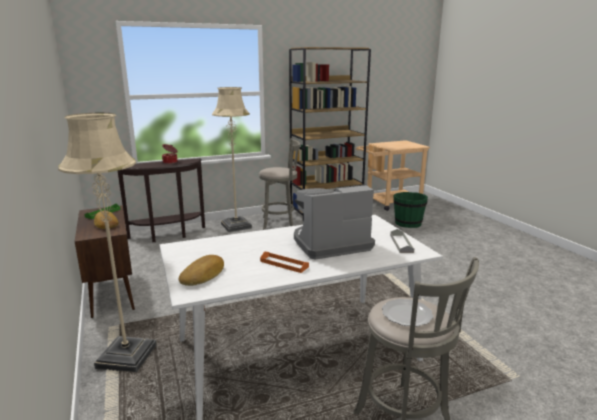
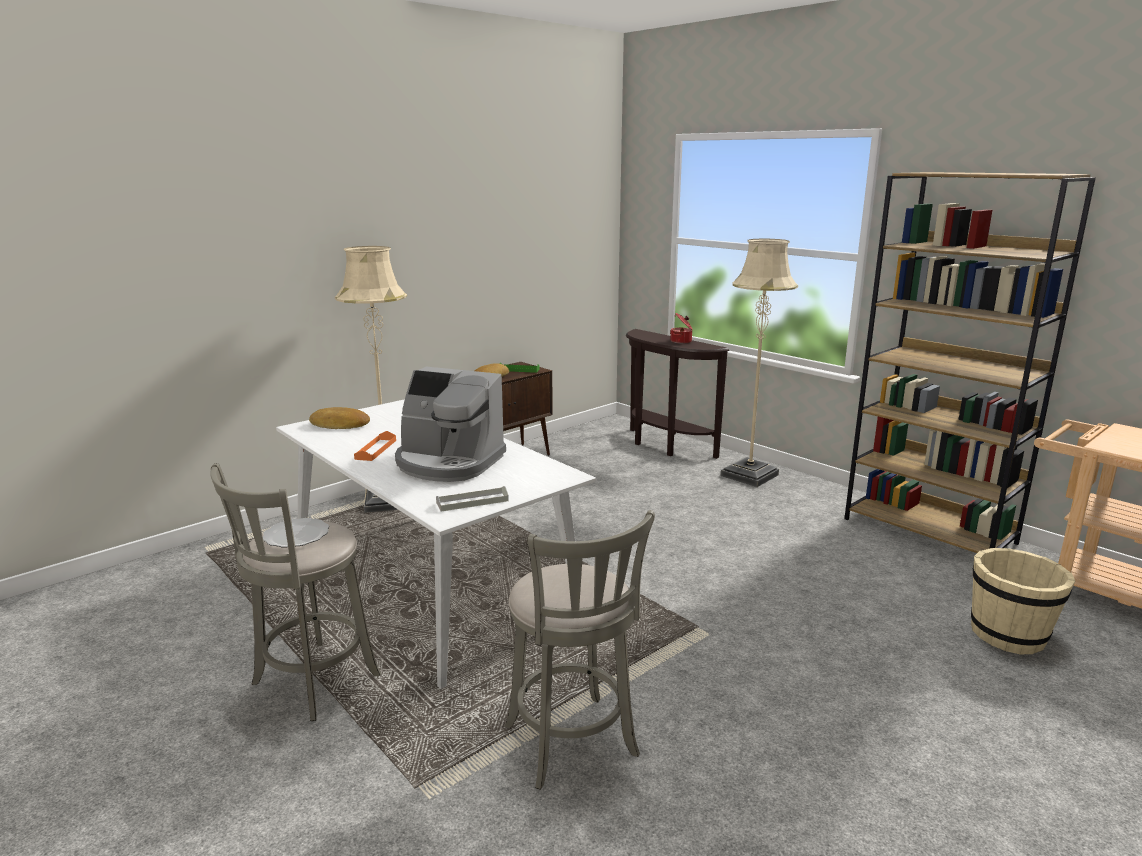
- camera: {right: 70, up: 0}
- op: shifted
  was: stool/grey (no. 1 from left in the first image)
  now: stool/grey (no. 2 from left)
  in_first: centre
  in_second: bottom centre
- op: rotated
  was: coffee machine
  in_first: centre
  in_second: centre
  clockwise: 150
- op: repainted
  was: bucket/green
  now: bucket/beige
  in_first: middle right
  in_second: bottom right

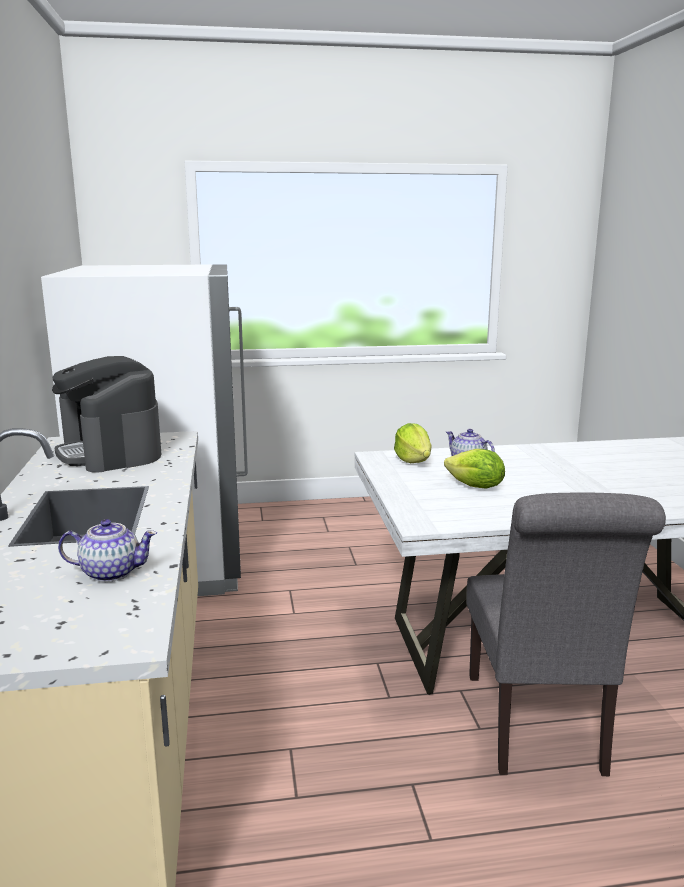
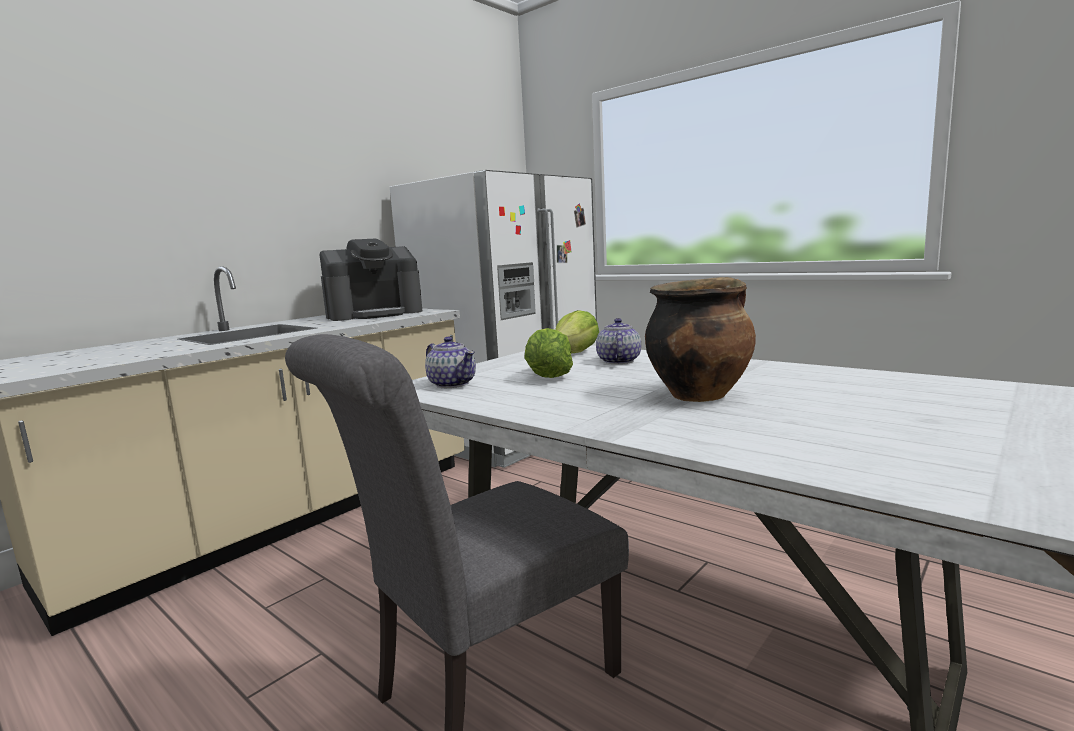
- camera: {right: 50, up: -5}
- op: rotated
  was: coffee machine
  in_first: middle left
  in_second: centre
  clockwise: -135
- op: shifted
  was: teapot (no. 1 from left)
  in_first: middle left
  in_second: centre
- op: new
  now: cooking pot
  in_second: centre

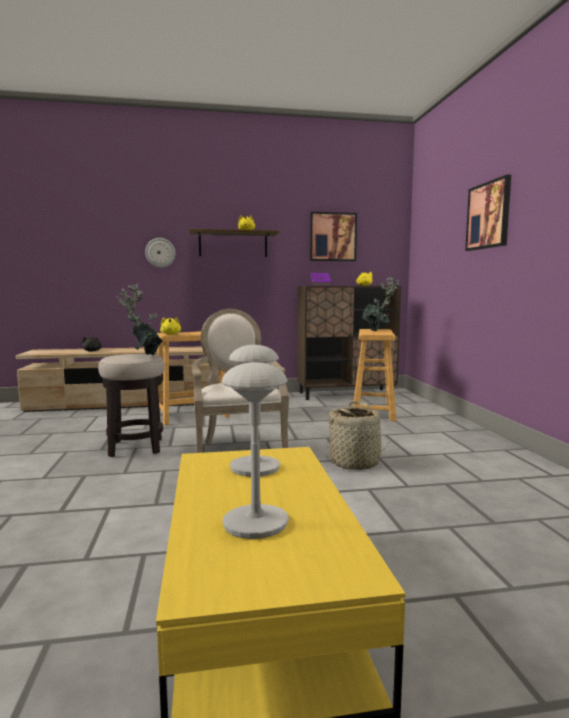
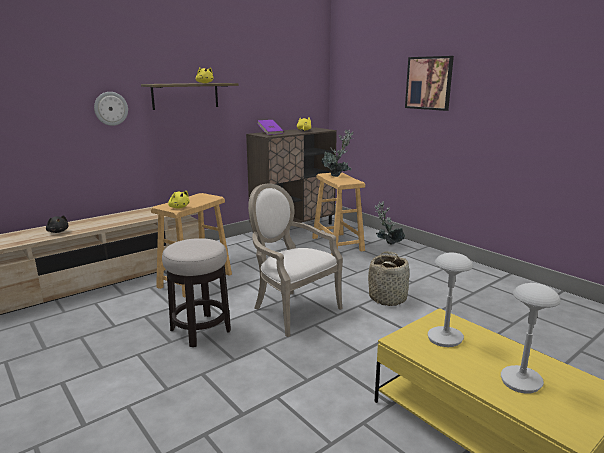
- camera: {right: -30, up: 10}
- op: gone
  was: picture (no. 1 from left)
  in_first: top centre
- op: shifted
  was: potted plant (no. 1 from left in the first image)
  now: potted plant (no. 2 from left)
  in_first: middle left
  in_second: centre

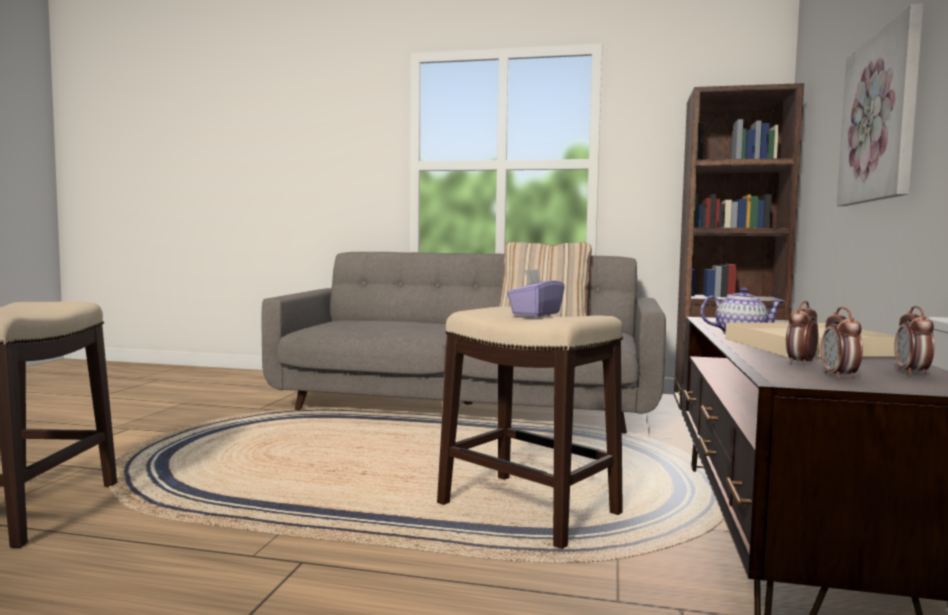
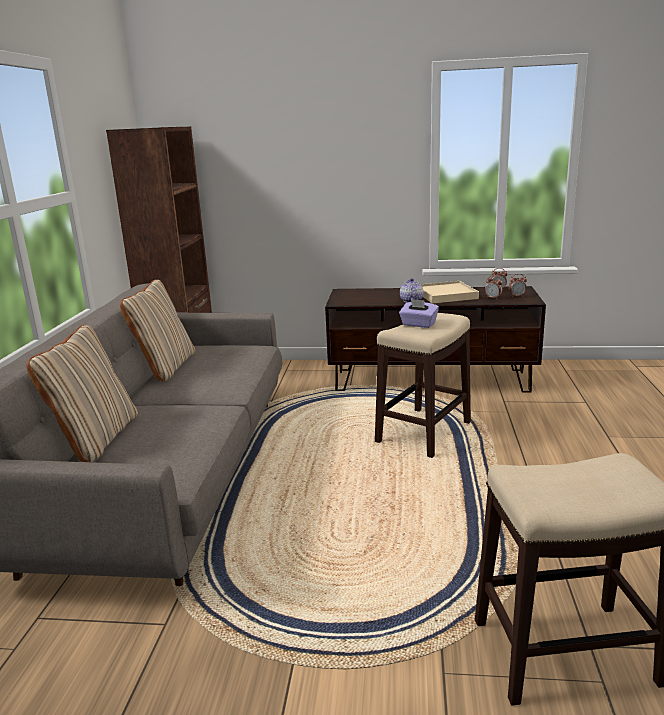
- camera: {right: -95, up: 15}
- op: gone
  was: picture
  in_first: top right
- op: new
  now: pillow/beige (no. 1 from left)
  in_second: middle left

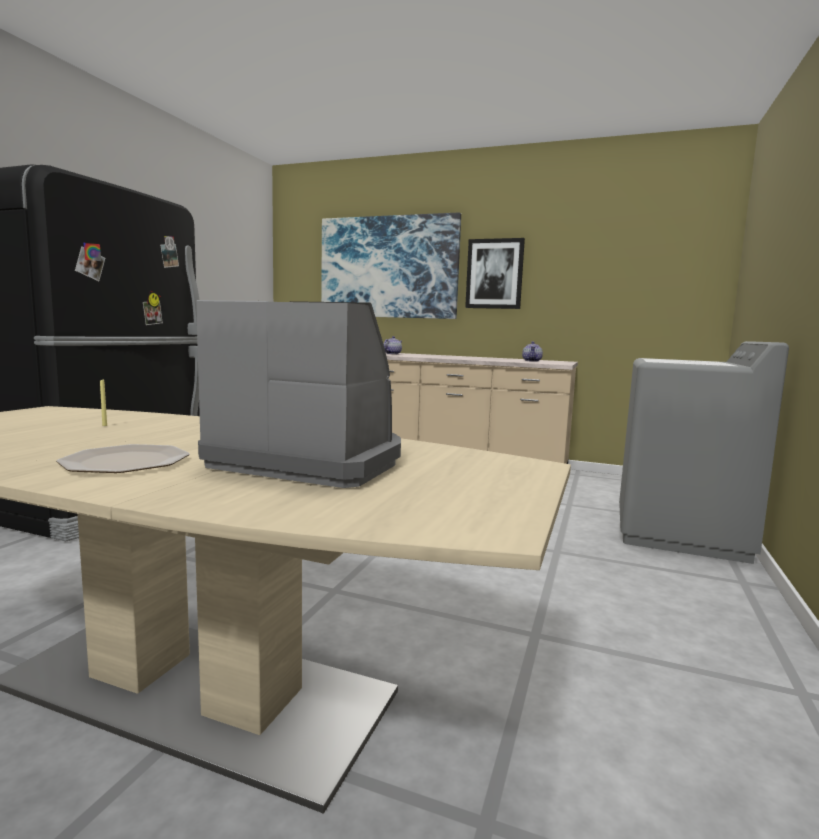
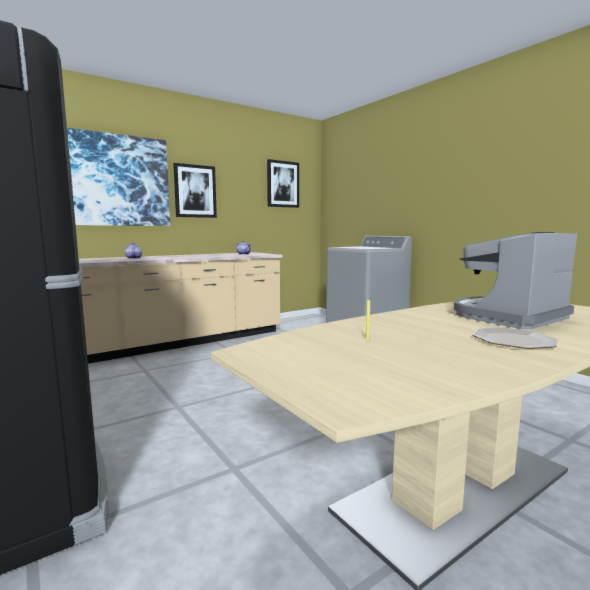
- camera: {right: -55, up: 0}
- op: new
  now: picture (no. 3 from left)
  in_second: top centre

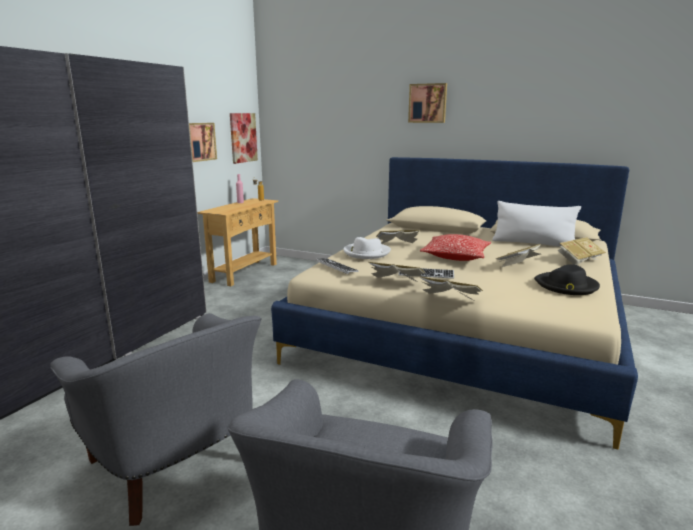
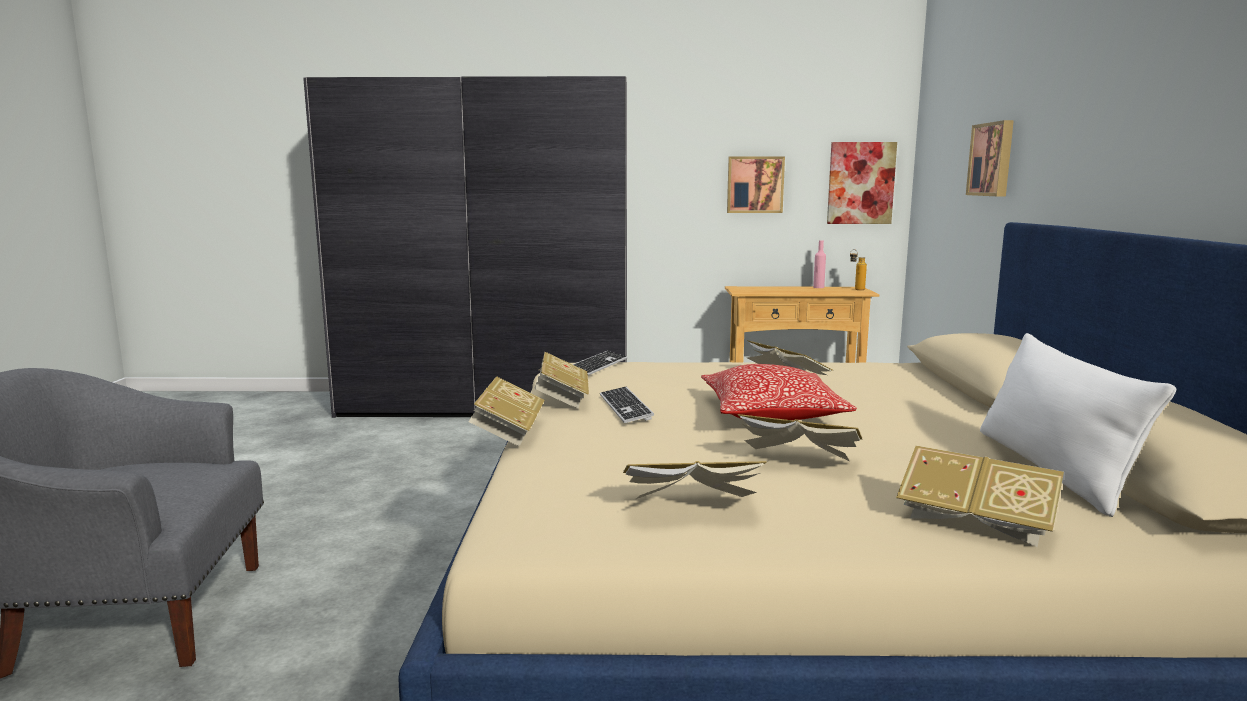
- camera: {right: 65, up: -5}
- op: shifted
  was: picture (no. 3 from left)
  in_first: top centre
  in_second: top right
- op: gone
  was: hat/white
  in_first: centre
- op: swapped
  was: hat/black
  now: book (no. 3 from left)
  in_first: middle right
  in_second: bottom centre
- op: gone
  was: armchair/grey (no. 1 from left)
  in_first: bottom left

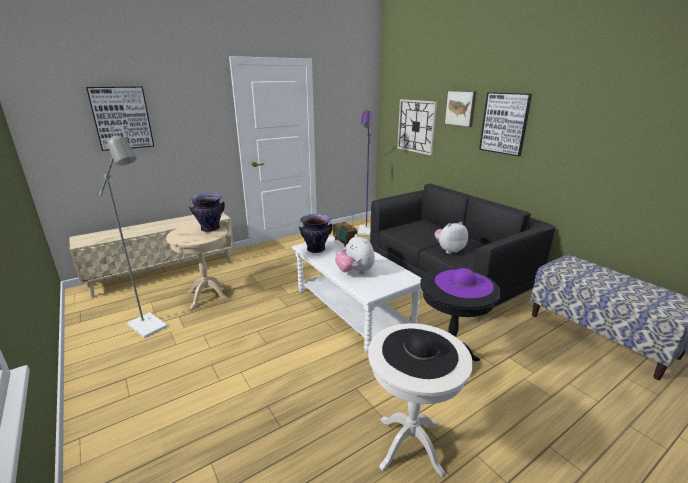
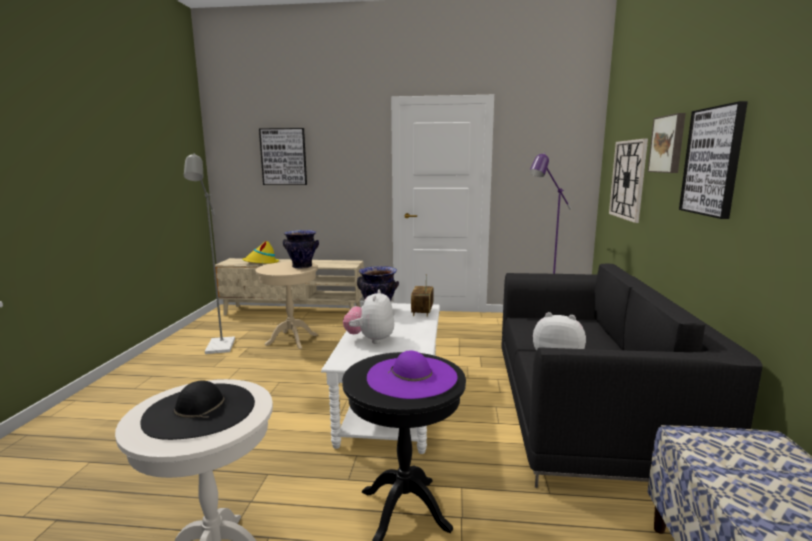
- camera: {right: 40, up: -10}
- op: new
  now: hat/yellow
  in_second: middle left

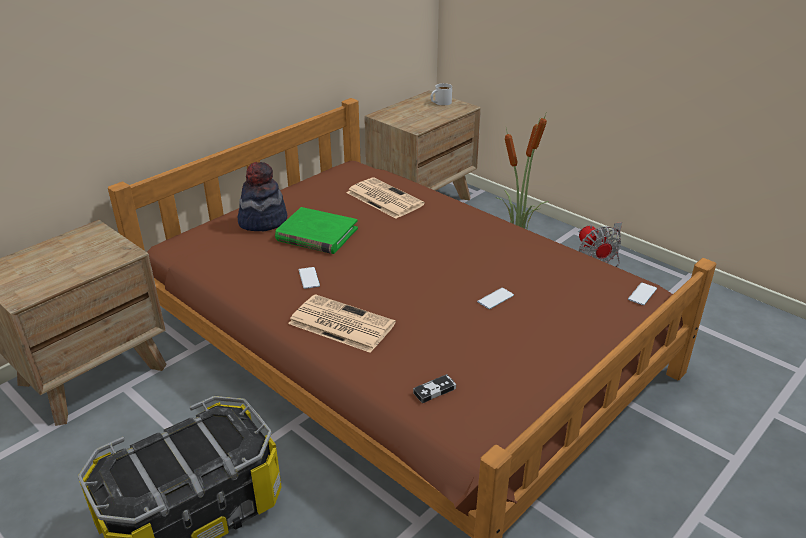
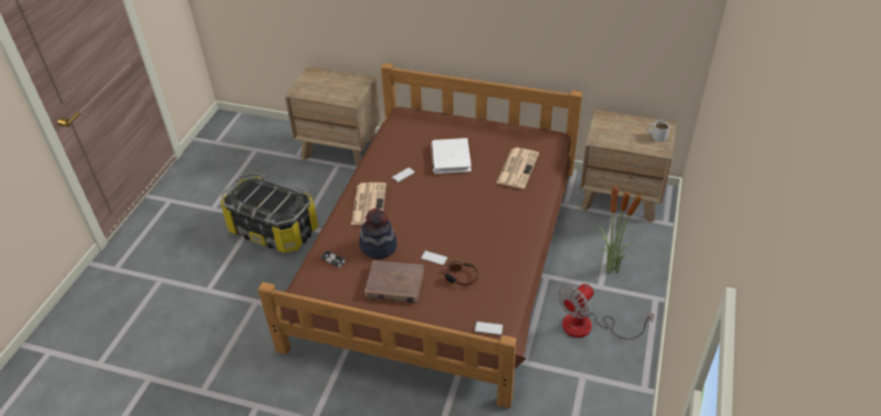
- camera: {right: 65, up: 10}
- op: shifted
  was: hat
  in_first: middle left
  in_second: centre
- op: repainted
  was: book/green
  now: book/white
  in_first: centre
  in_second: centre
- op: new
  now: book/brown
  in_second: bottom centre
- op: new
  now: headphones
  in_second: centre

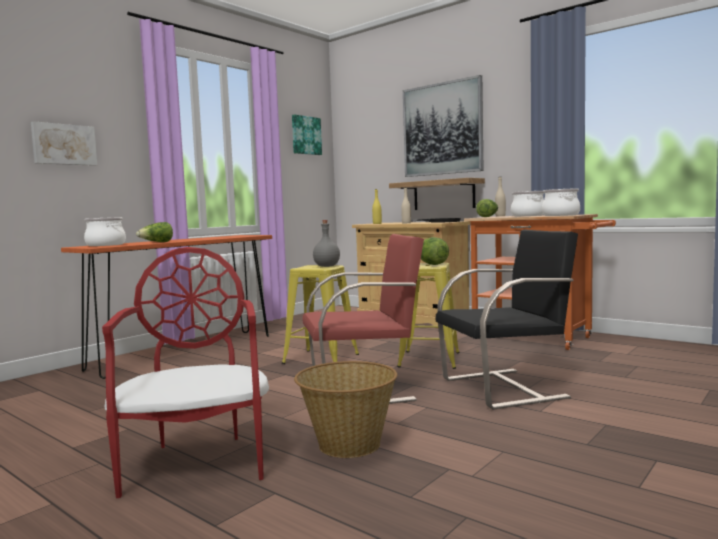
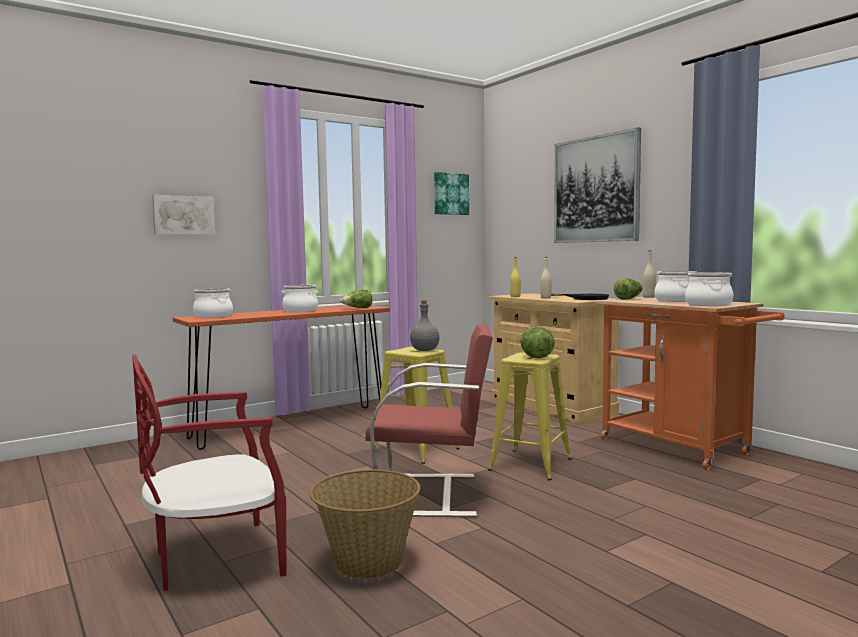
- camera: {right: 15, up: 0}
- op: gone
  was: shelf
  in_first: centre
- op: shifted
  was: lettuce (no. 1 from left)
  in_first: middle left
  in_second: centre
- op: gone
  was: chair/black
  in_first: middle right
- op: rotated
  was: chair/red (no. 1 from left)
  in_first: bottom left
  in_second: bottom left
  clockwise: -120
- op: new
  now: cooking pot (no. 2 from left)
  in_second: centre

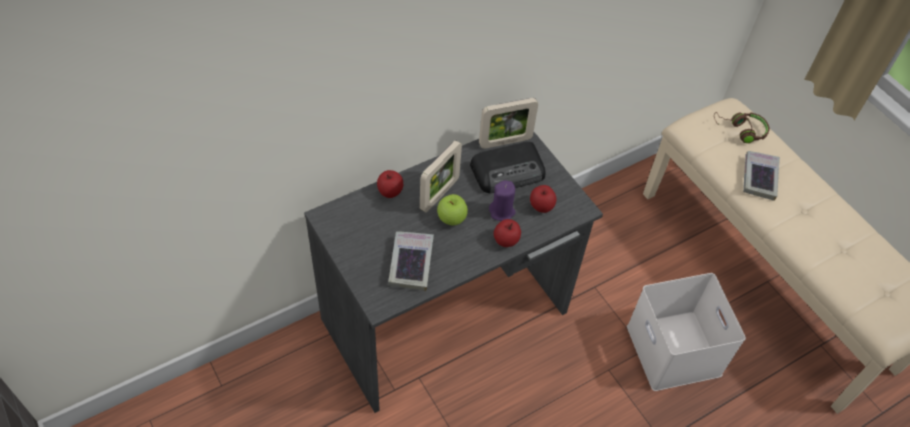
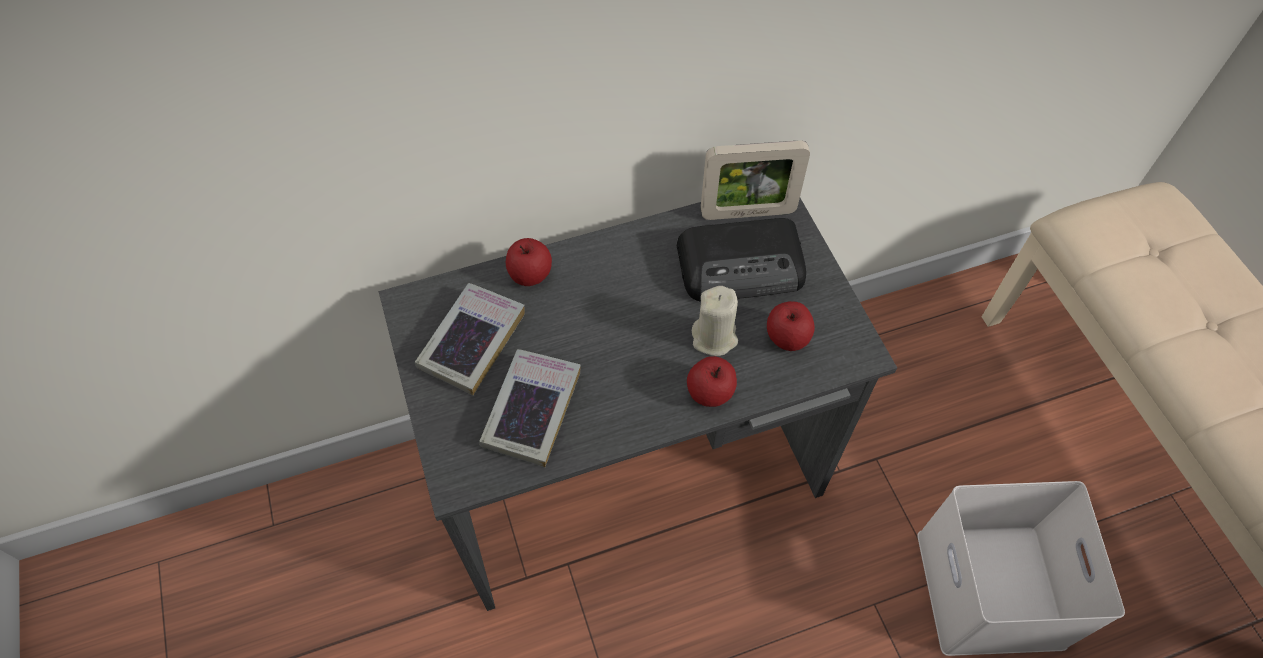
- camera: {right: 15, up: 5}
- op: gone
  was: headphones/brown
  in_first: top right
- op: gone
  was: picture frame (no. 1 from left)
  in_first: centre
- op: shifted
  was: book (no. 2 from left in the first image)
  now: book (no. 1 from left)
  in_first: middle right
  in_second: centre
- op: repainted
  was: candle/purple
  now: candle/beige
  in_first: centre
  in_second: centre
- op: gone
  was: apple (no. 2 from left)
  in_first: centre

